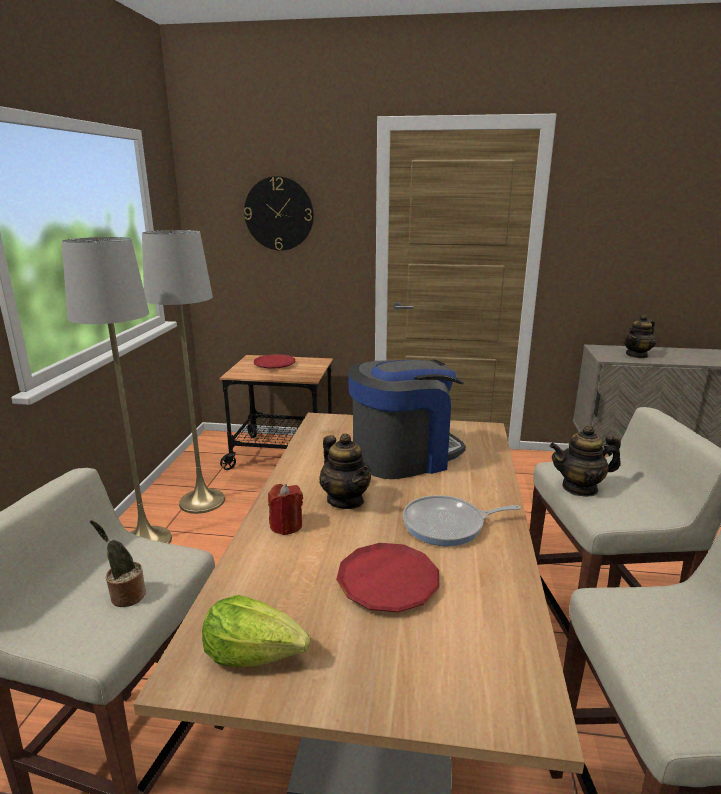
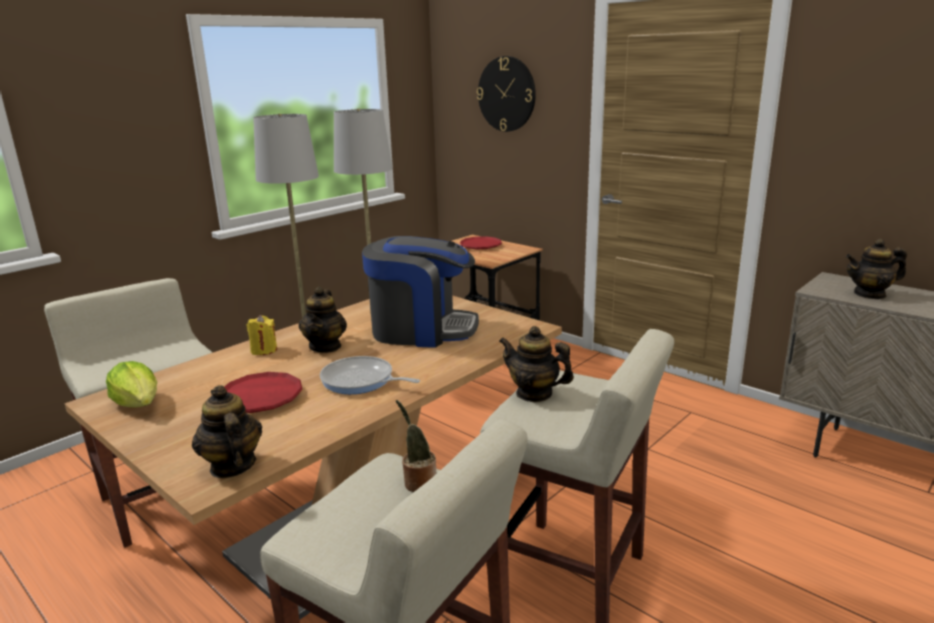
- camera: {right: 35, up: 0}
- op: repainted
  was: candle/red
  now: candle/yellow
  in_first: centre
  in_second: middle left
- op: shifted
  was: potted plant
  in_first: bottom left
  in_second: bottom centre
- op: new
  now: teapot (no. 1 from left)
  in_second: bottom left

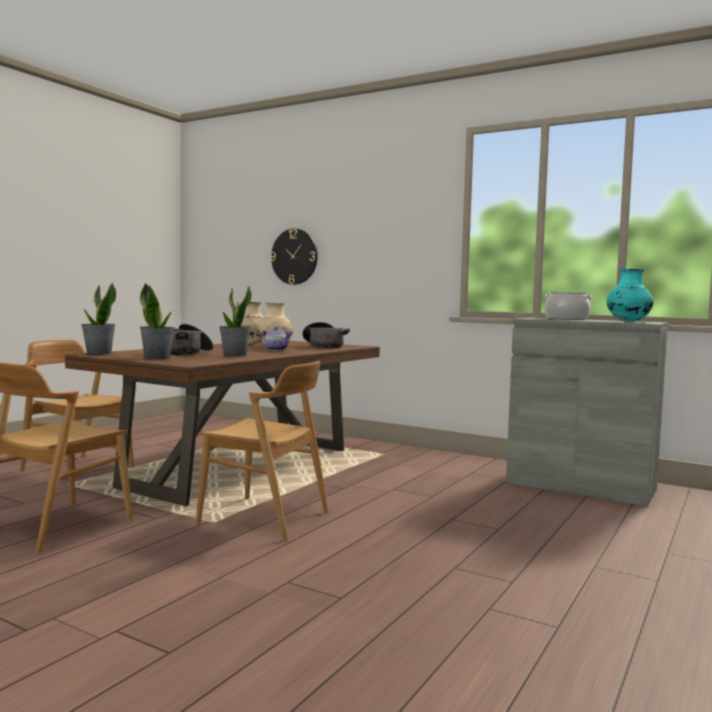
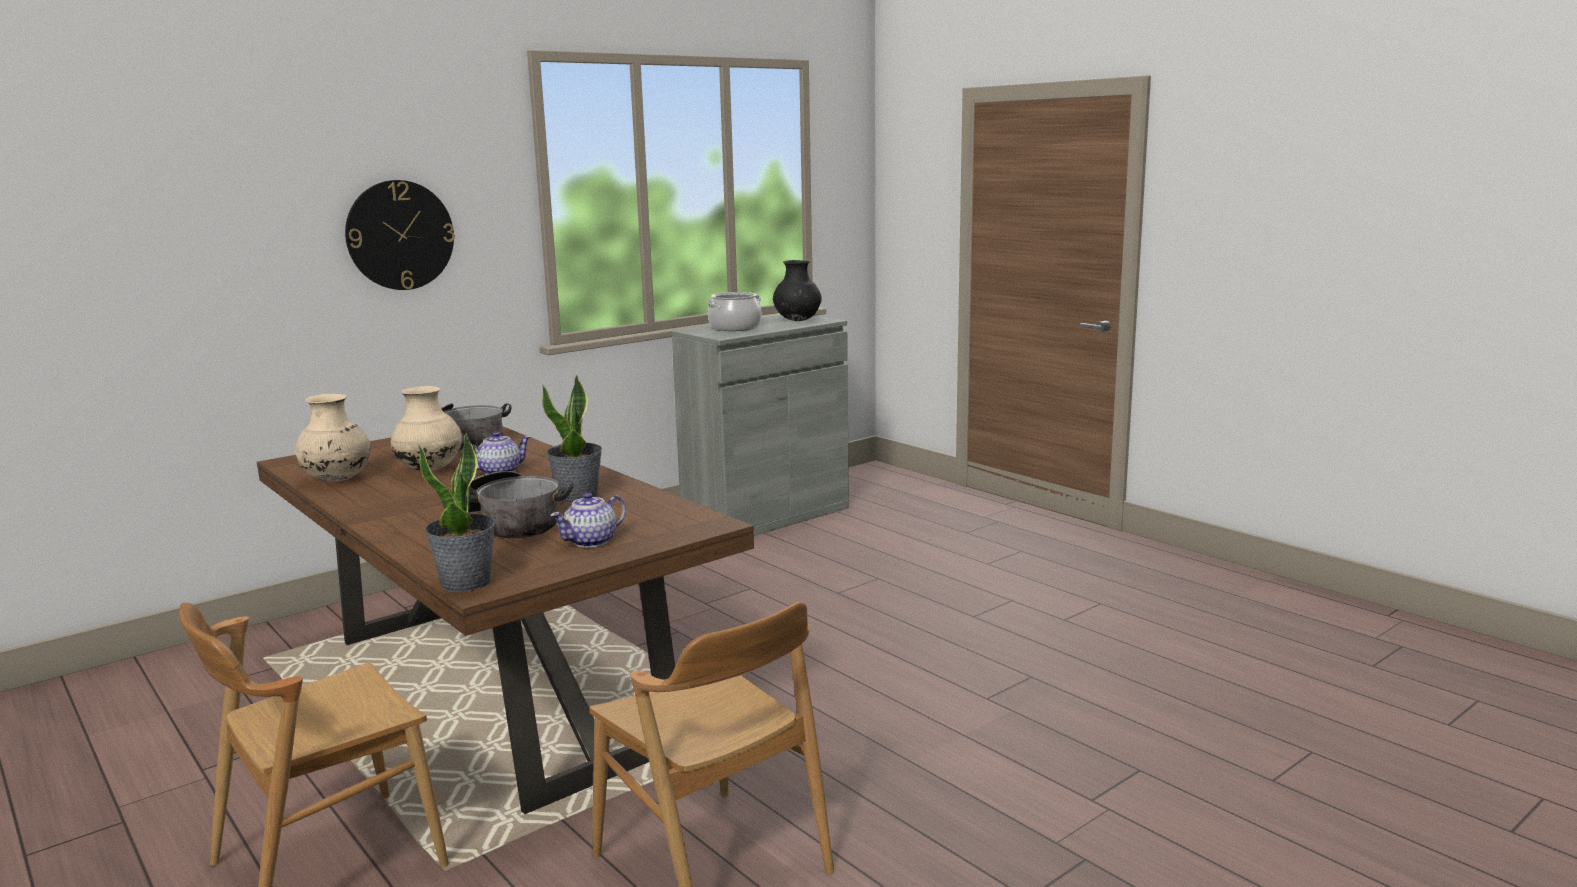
- camera: {right: -70, up: 10}
- op: shifted
  was: wall clock
  in_first: centre
  in_second: top left
- op: repainted
  was: vase/turquoise
  now: vase/black
  in_first: middle right
  in_second: top centre
- op: swapped
  was: potted plant (no. 2 from left)
  now: teapot (no. 2 from left)
  in_first: middle left
  in_second: centre
- op: gone
  was: chair/brown (no. 3 from left)
  in_first: centre

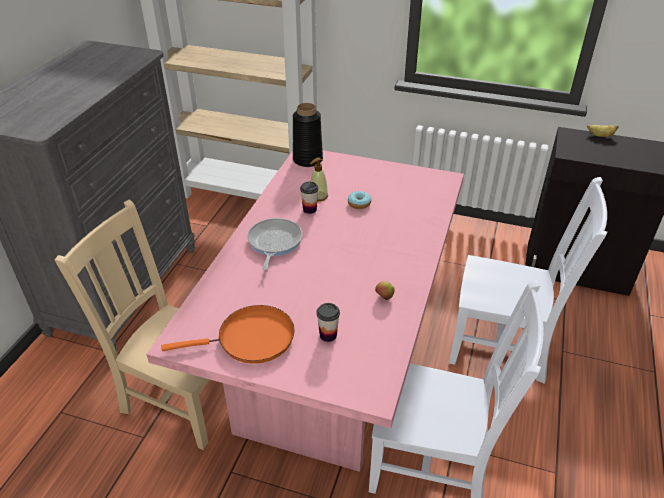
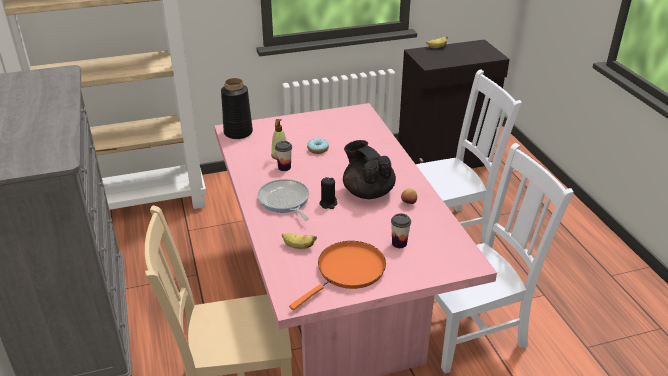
- camera: {right: -35, up: -5}
- op: new
  now: teapot/black
  in_second: centre
- op: new
  now: candle/black
  in_second: centre
- op: new
  now: banana (no. 1 from left)
  in_second: centre

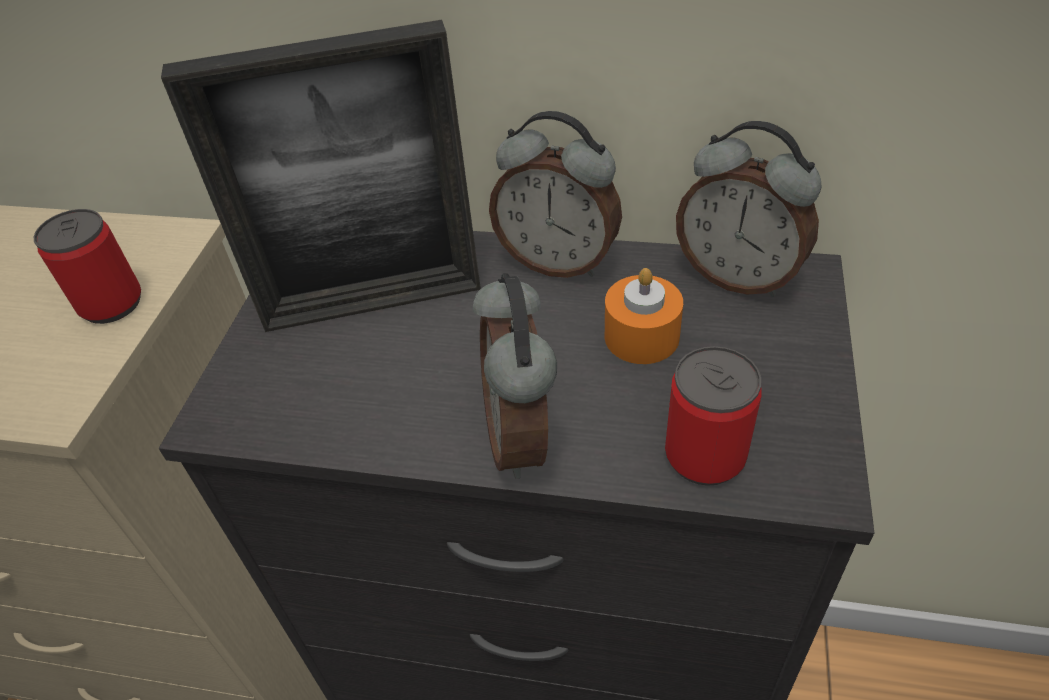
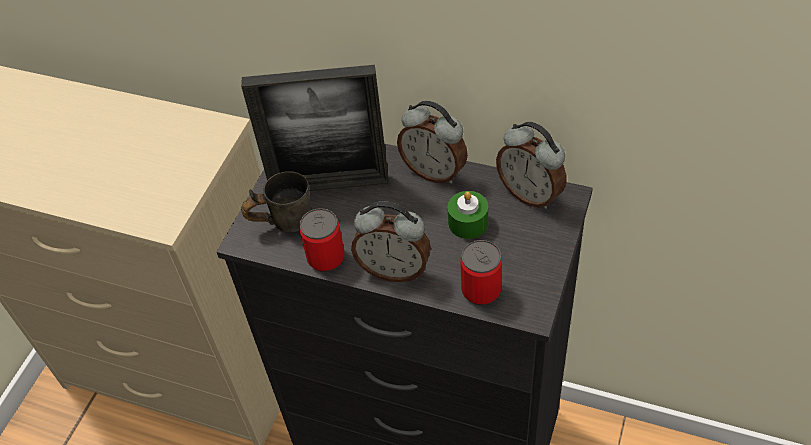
- camera: {right: 10, up: 5}
- op: shifted
  was: can (no. 1 from left)
  in_first: middle left
  in_second: centre
- op: repainted
  was: candle/orange
  now: candle/green
  in_first: centre
  in_second: centre
- op: rotated
  was: alarm clock (no. 1 from left)
  in_first: centre
  in_second: centre
  clockwise: -75
- op: new
  now: mug/grey
  in_second: centre

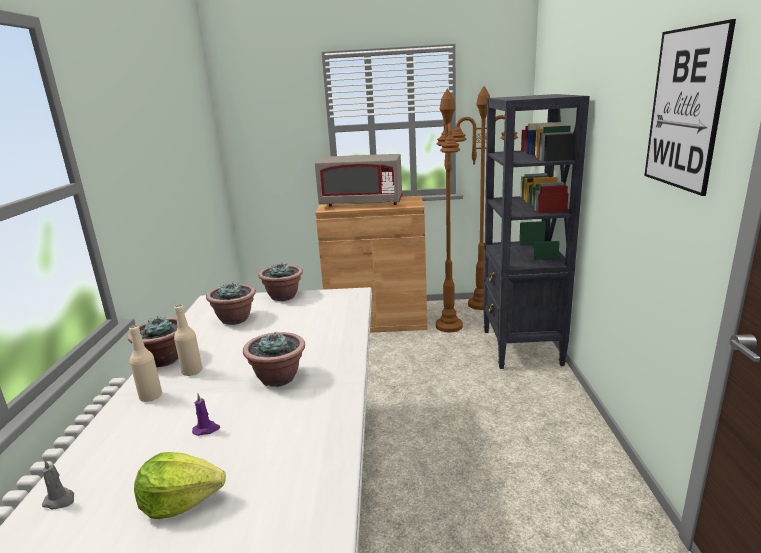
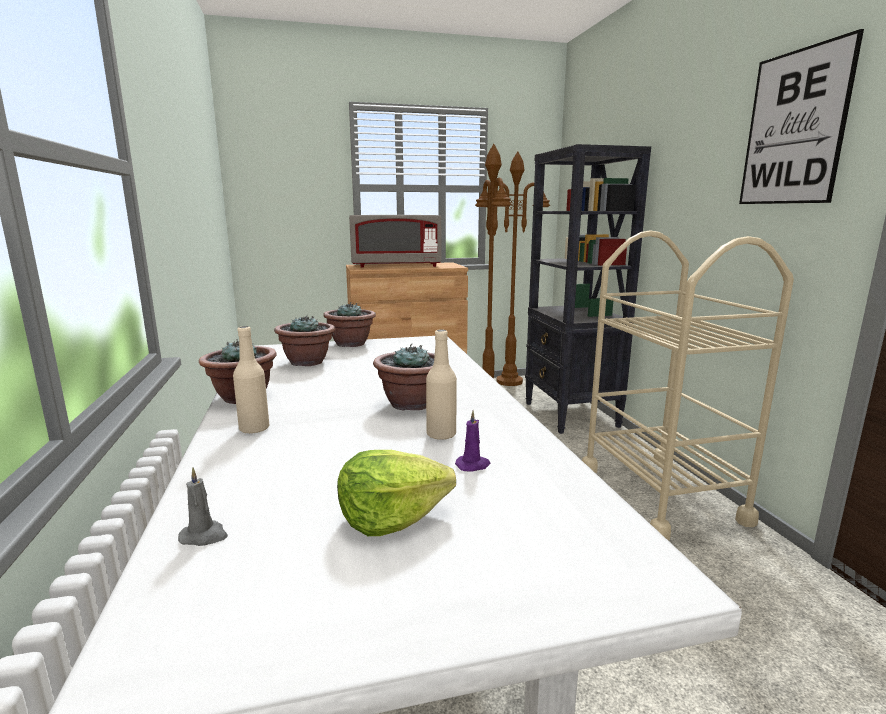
- camera: {right: -15, up: -5}
- op: shifted
  was: bottle/beige (no. 2 from left)
  in_first: middle left
  in_second: centre
- op: shifted
  was: candle/purple
  in_first: bottom left
  in_second: centre
- op: new
  now: cart/beige
  in_second: middle right

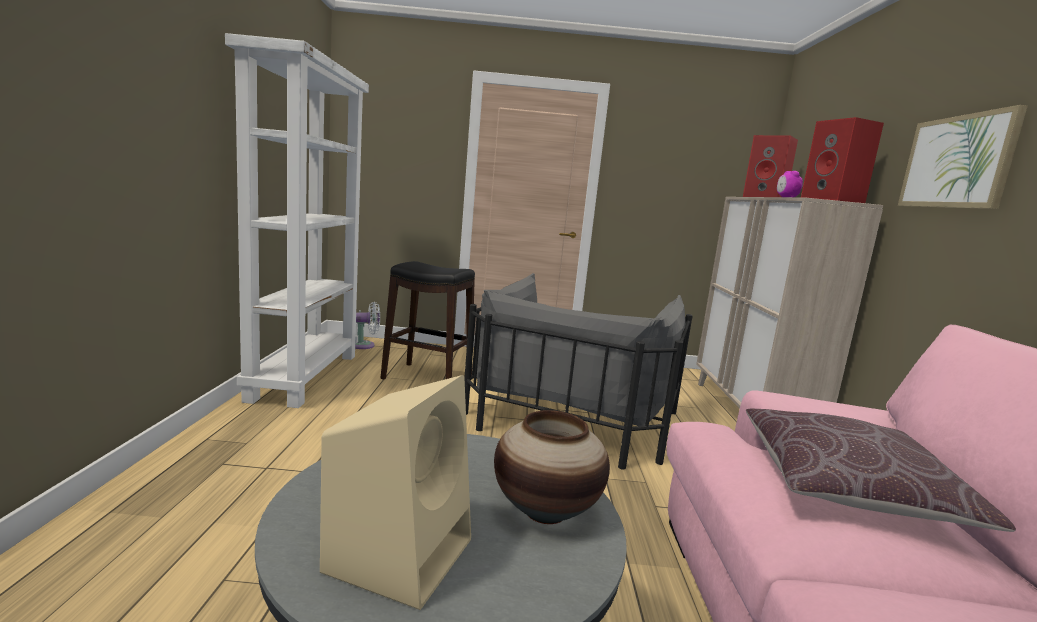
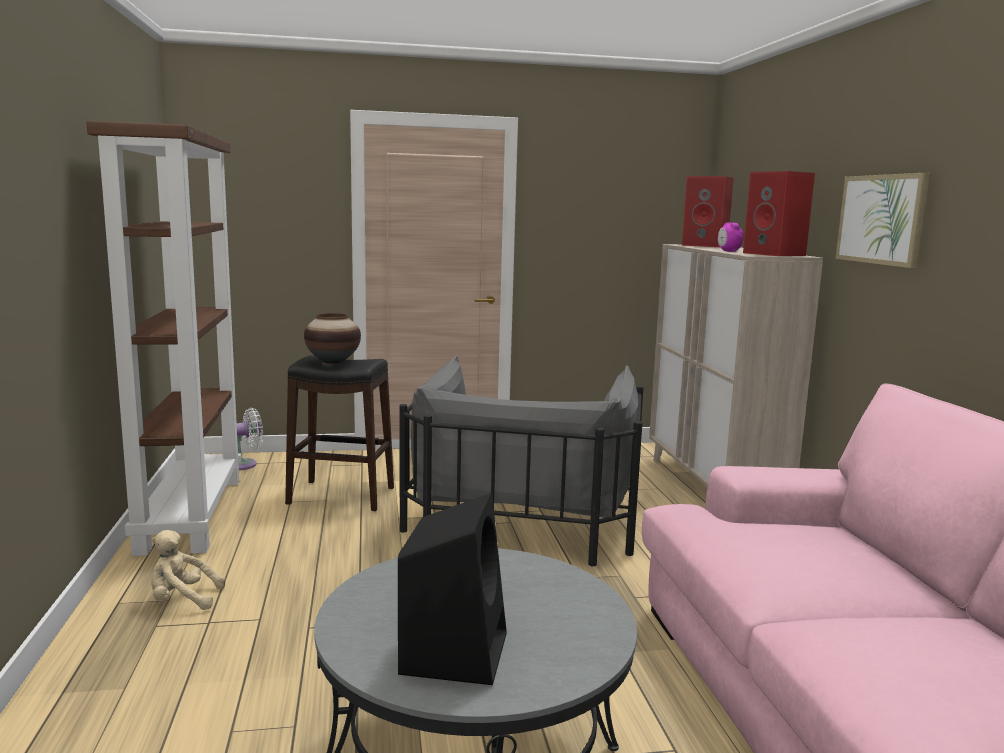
- camera: {right: -10, up: 0}
- op: repainted
  was: bookcase/white
  now: bookcase/brown
  in_first: middle left
  in_second: middle left
- op: repainted
  was: speaker/beige
  now: speaker/black
  in_first: bottom centre
  in_second: bottom centre
- op: gone
  was: pillow/brown
  in_first: bottom right
- op: shifted
  was: vase
  in_first: bottom centre
  in_second: middle left
- op: new
  now: plush toy/beige
  in_second: bottom left

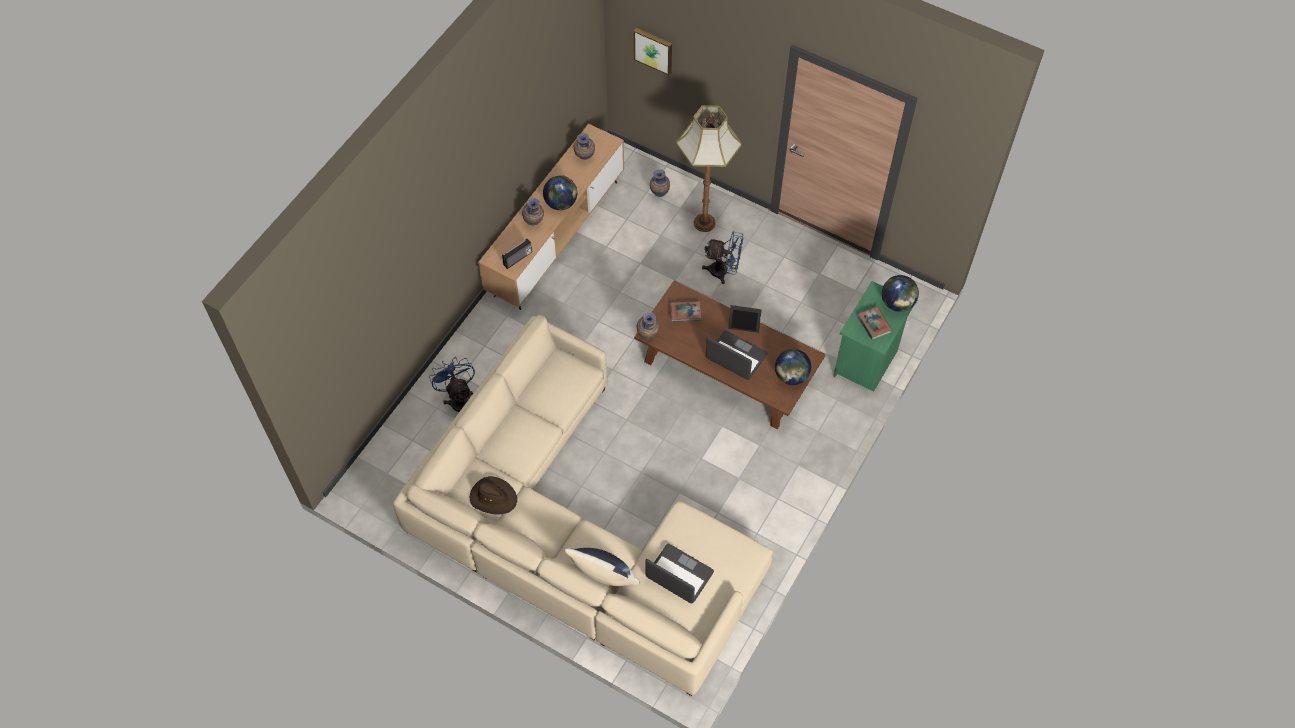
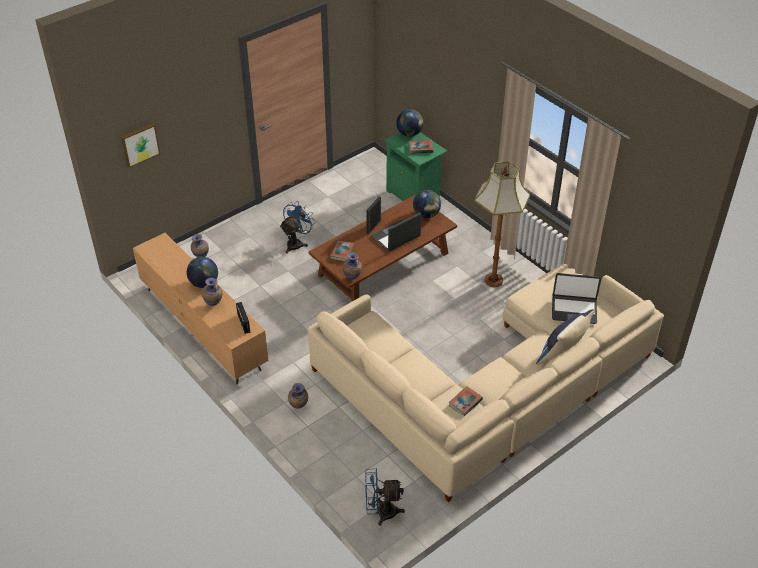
- camera: {right: -70, up: -15}
- op: shifted
  was: floor lamp
  in_first: top centre
  in_second: centre
- op: shifted
  was: vase (no. 2 from left in the first image)
  now: vase (no. 3 from left)
  in_first: top centre
  in_second: bottom centre
- op: shifted
  was: fan/blue (no. 1 from left in the first image)
  now: fan/blue (no. 2 from left)
  in_first: centre
  in_second: bottom centre
- op: swapped
  was: hat/brown
  now: book (no. 3 from left)
  in_first: bottom centre
  in_second: bottom centre
- op: rotated
  was: laptop (no. 1 from left in the first image)
  in_first: bottom centre
  in_second: middle right
  clockwise: -135

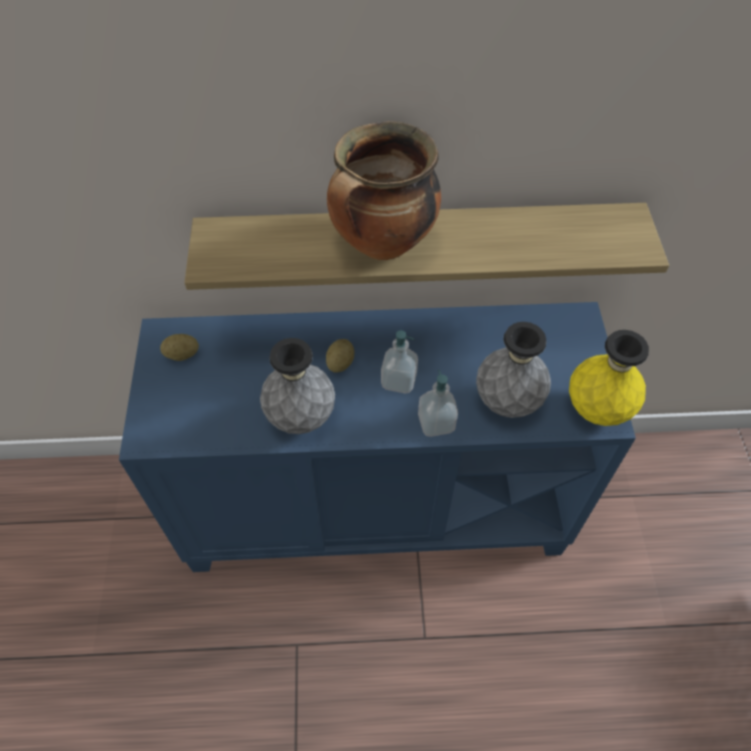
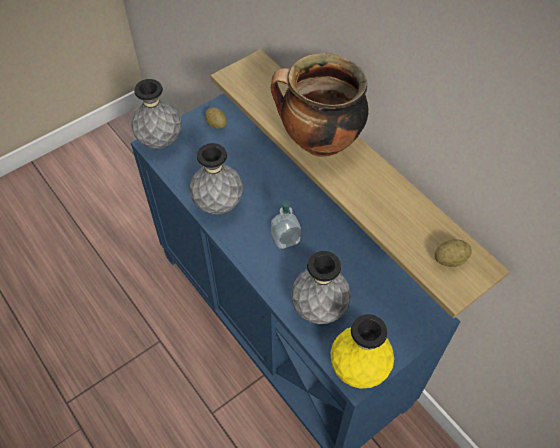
- camera: {right: 55, up: 0}
- op: shifted
  was: potato (no. 2 from left)
  in_first: centre
  in_second: middle right
- op: gone
  was: soap dispenser (no. 2 from left)
  in_first: centre
- op: new
  now: vase/grey (no. 1 from left)
  in_second: top left

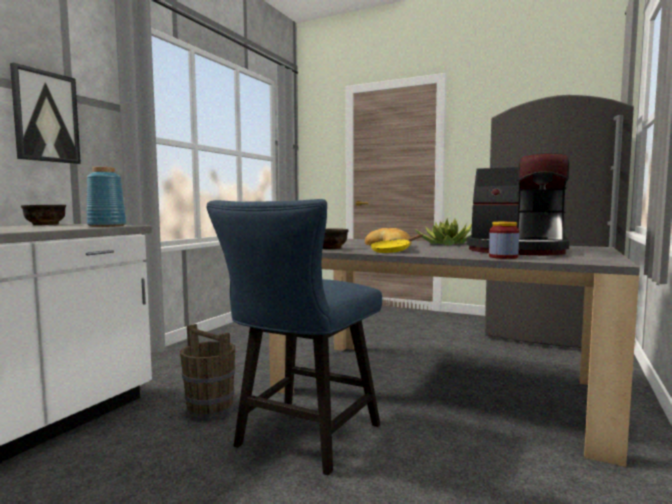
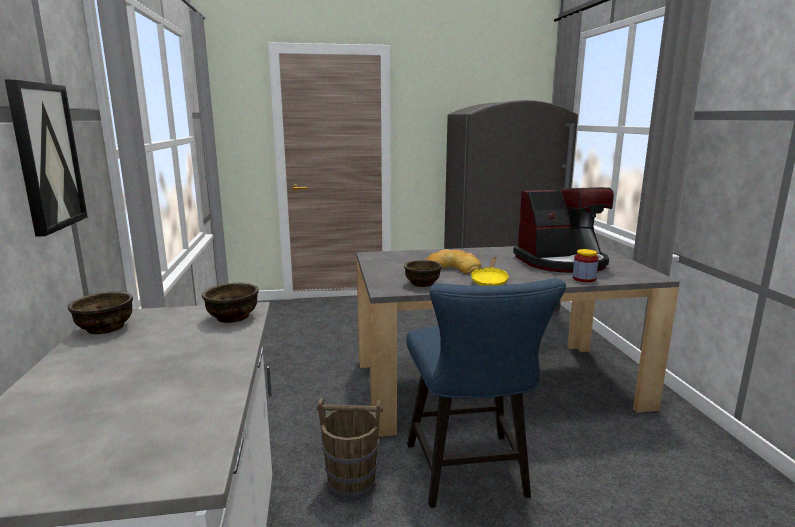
- camera: {right: -35, up: 10}
- op: swapped
  was: vase/blue
  now: bowl/brown (no. 2 from left)
  in_first: middle left
  in_second: middle left
- op: gone
  was: potted plant
  in_first: centre

